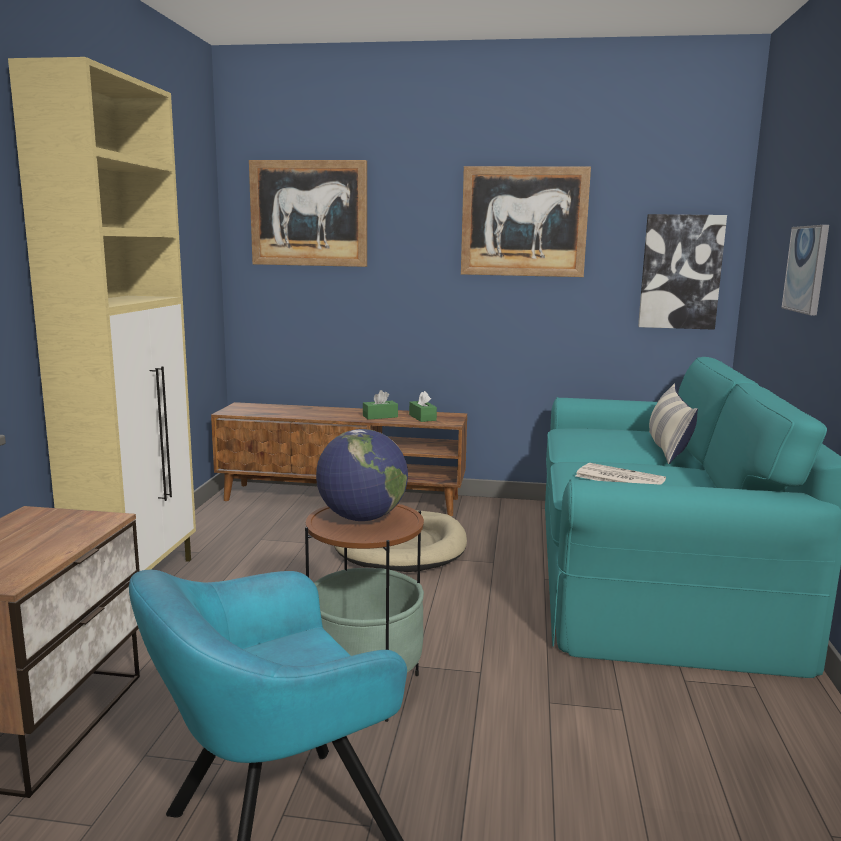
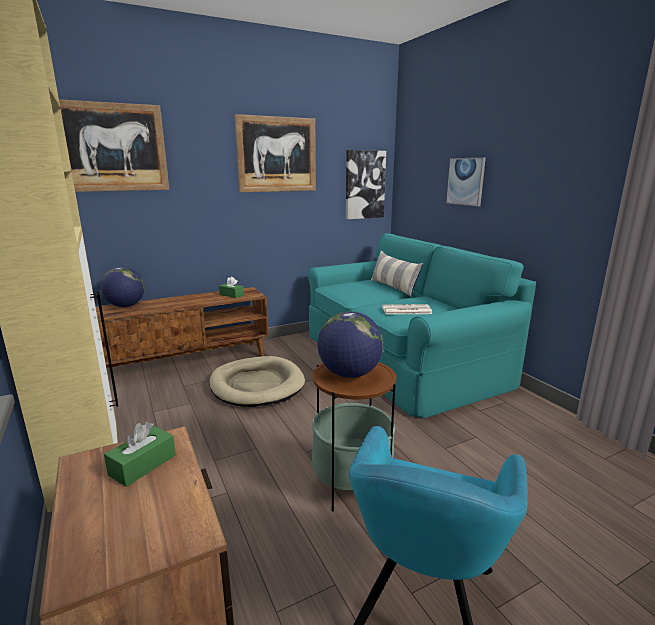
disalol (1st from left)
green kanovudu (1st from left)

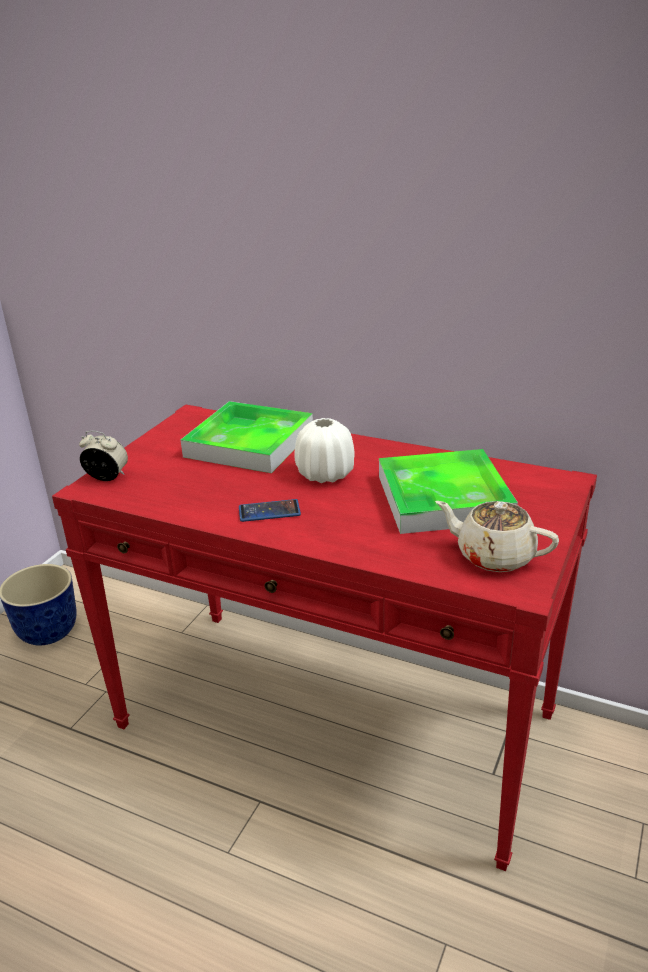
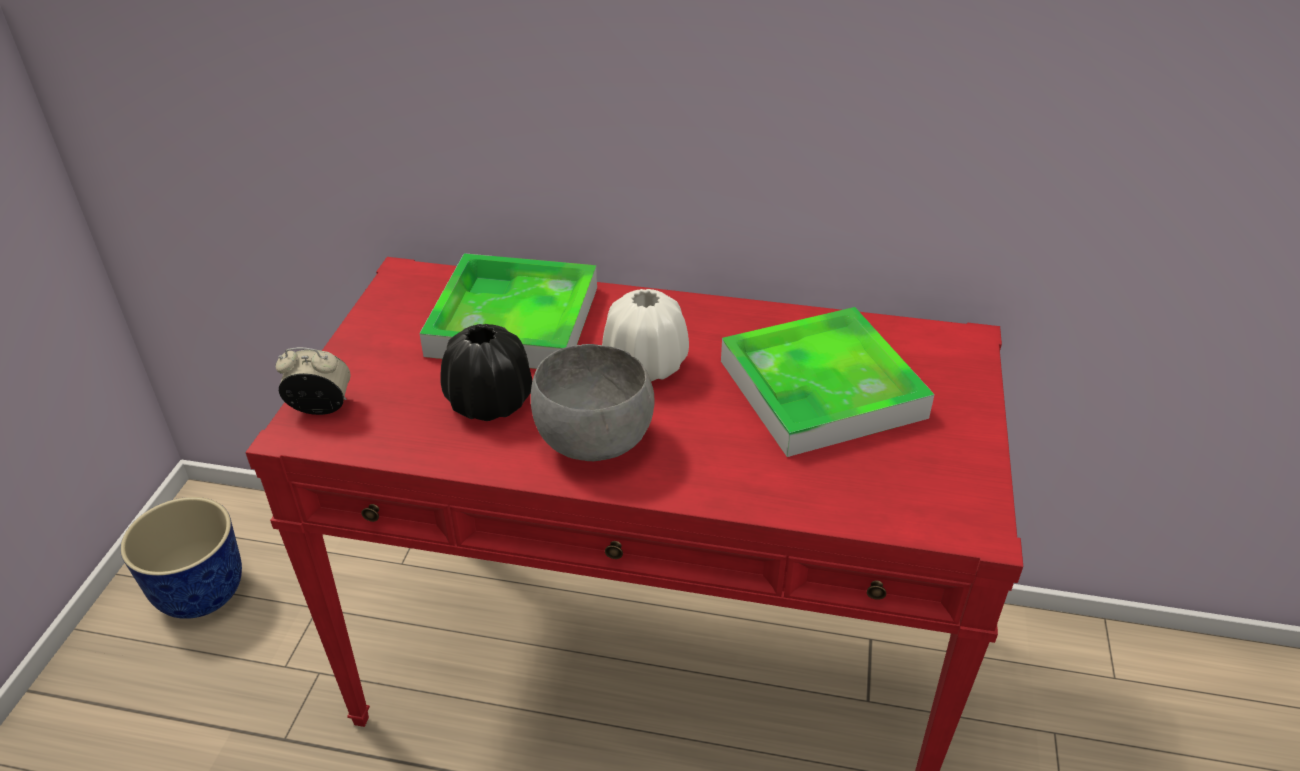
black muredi
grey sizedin
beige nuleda

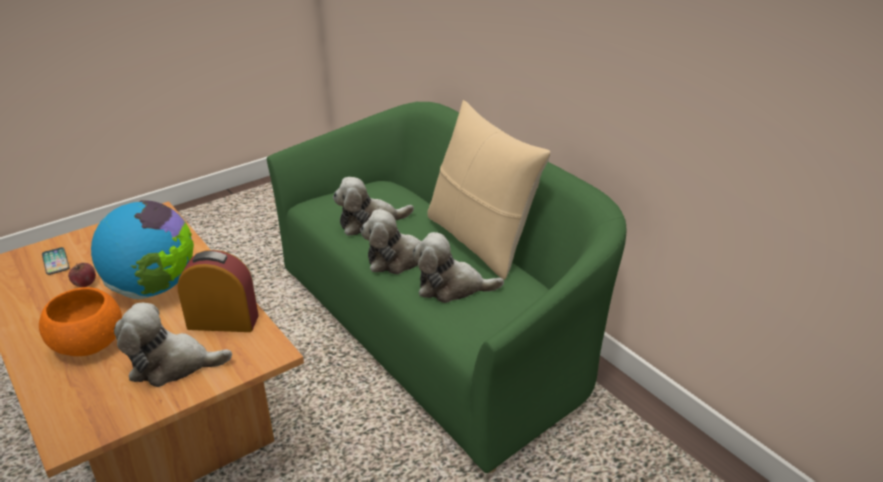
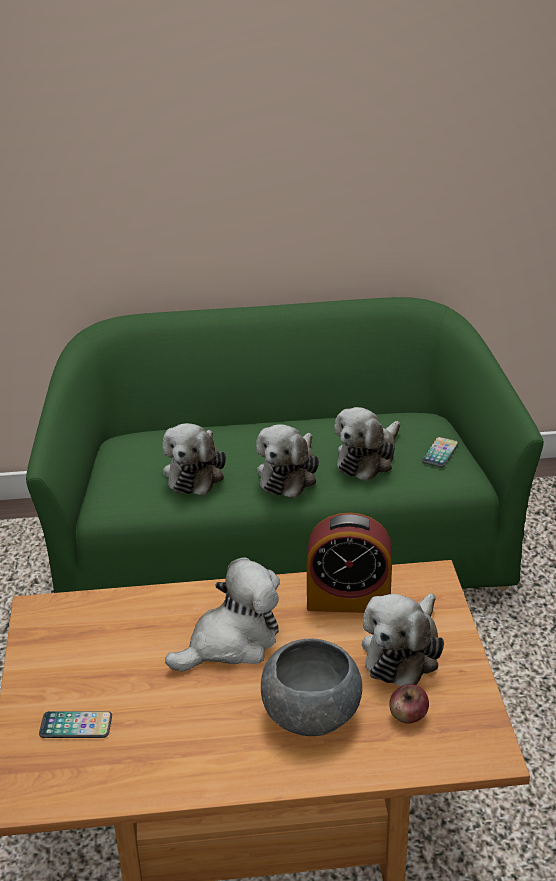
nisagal (2nd from left)
grey sizedin
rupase
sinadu
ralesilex (2nd from left)
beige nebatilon

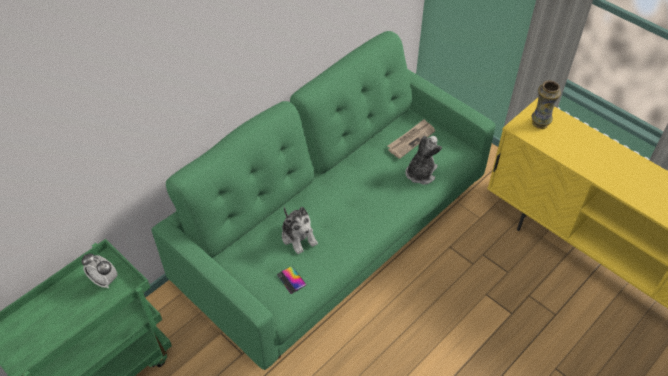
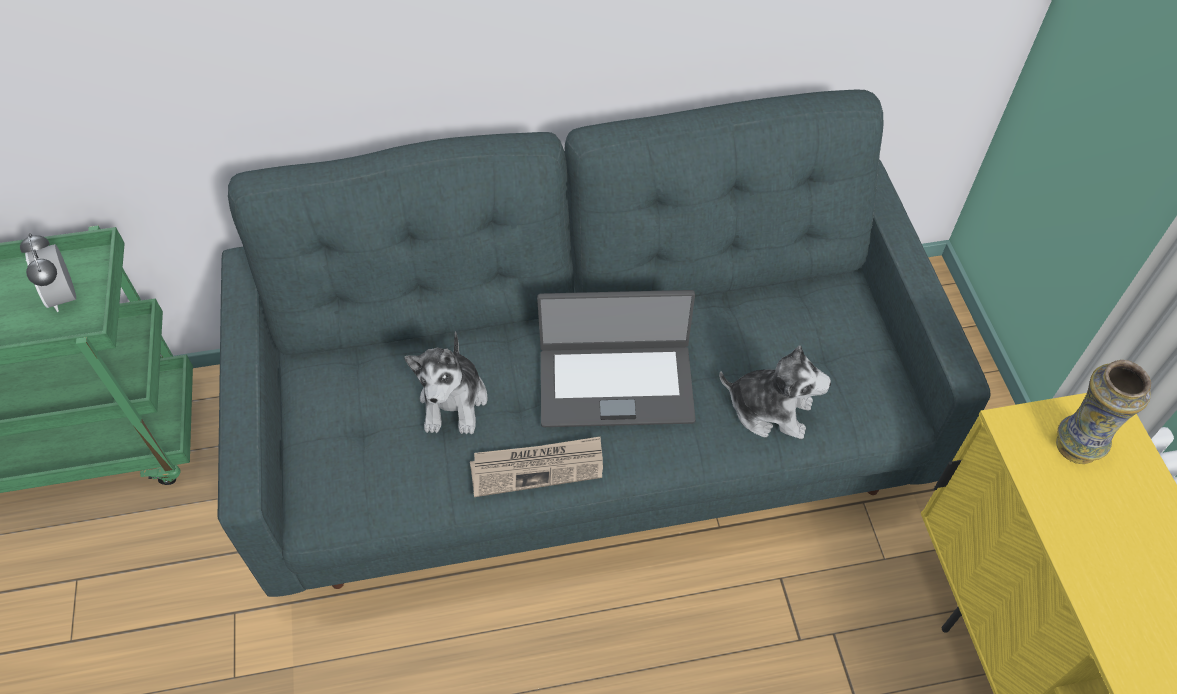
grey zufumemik
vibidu
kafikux
nisagal (2nd from left)
ralesilex

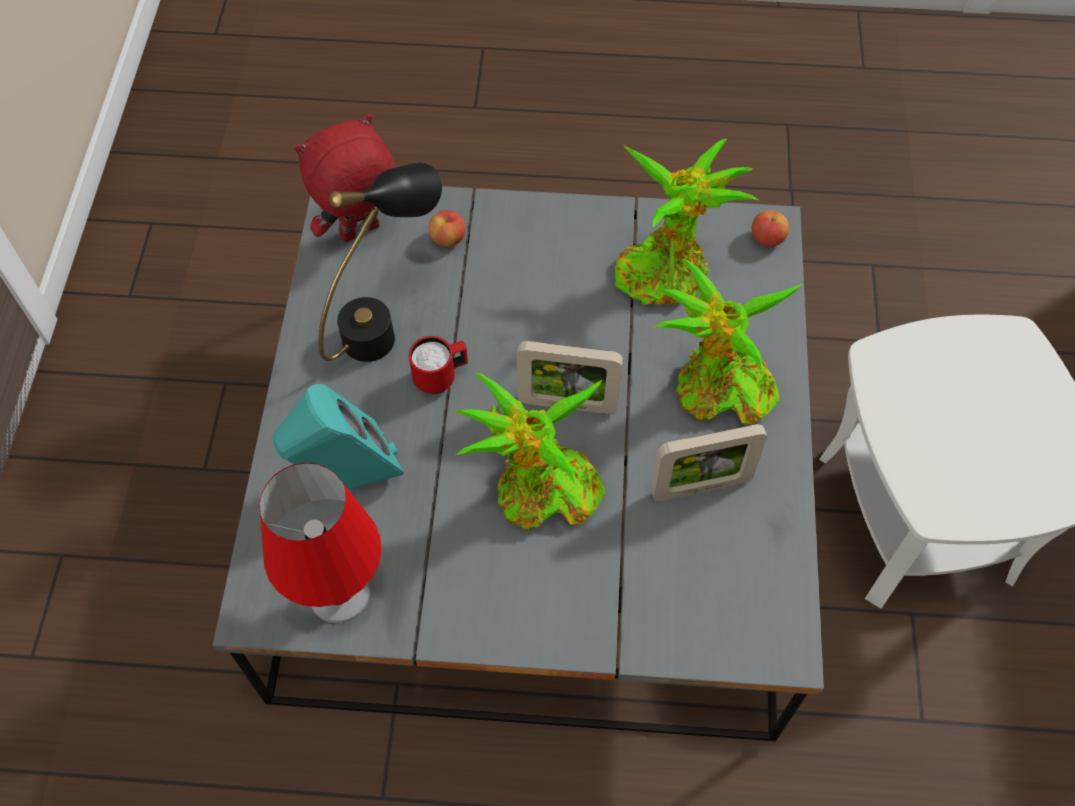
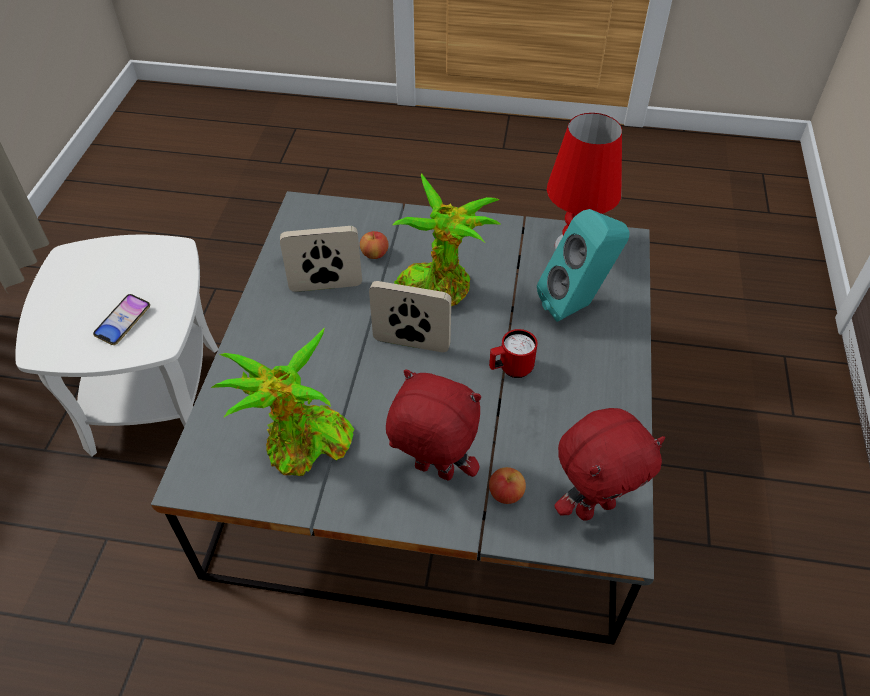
ralesilex
sinadu (1st from left)
red nisagal (1st from left)
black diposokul
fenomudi (3rd from left in the first image)

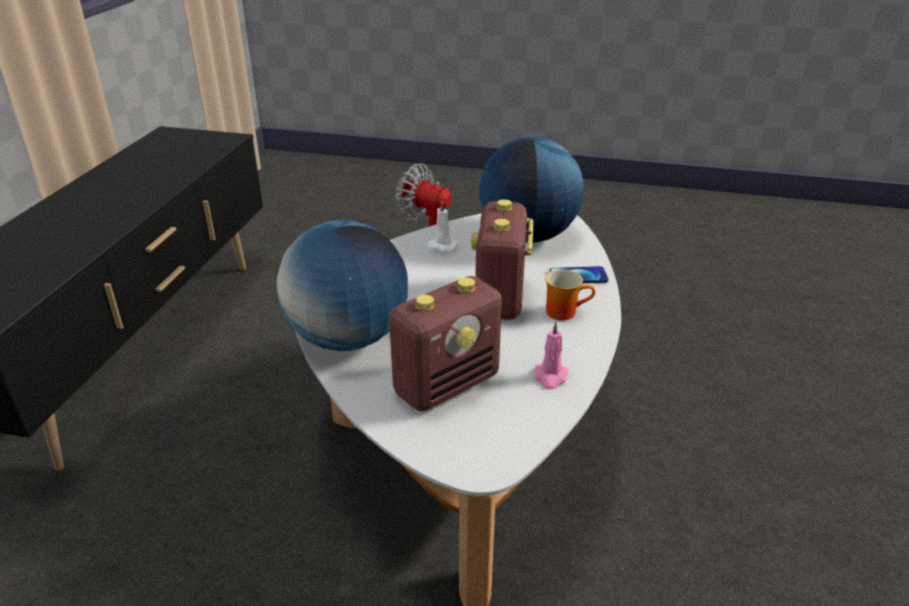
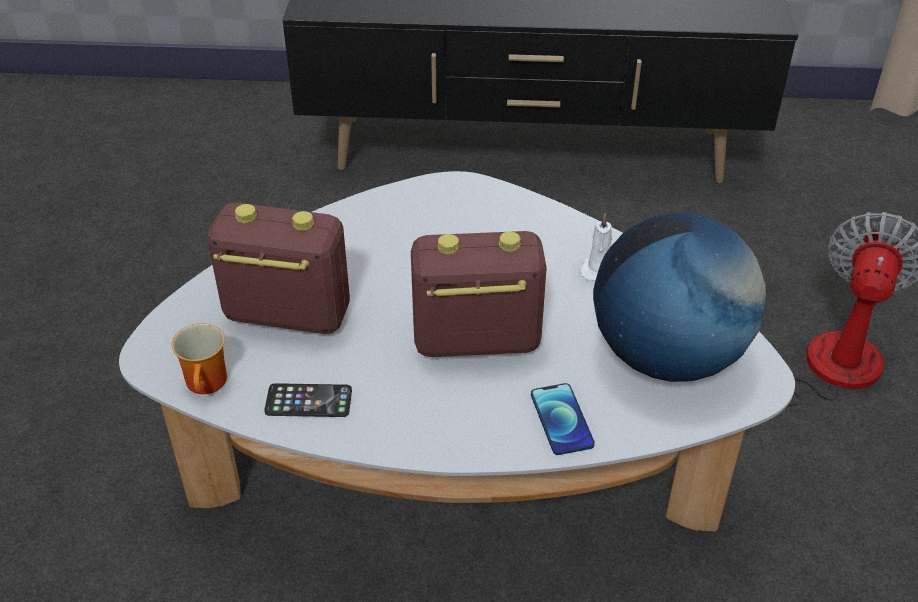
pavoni
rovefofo (1st from left)
ralesilex (1st from left)
disalol (1st from left in the first image)

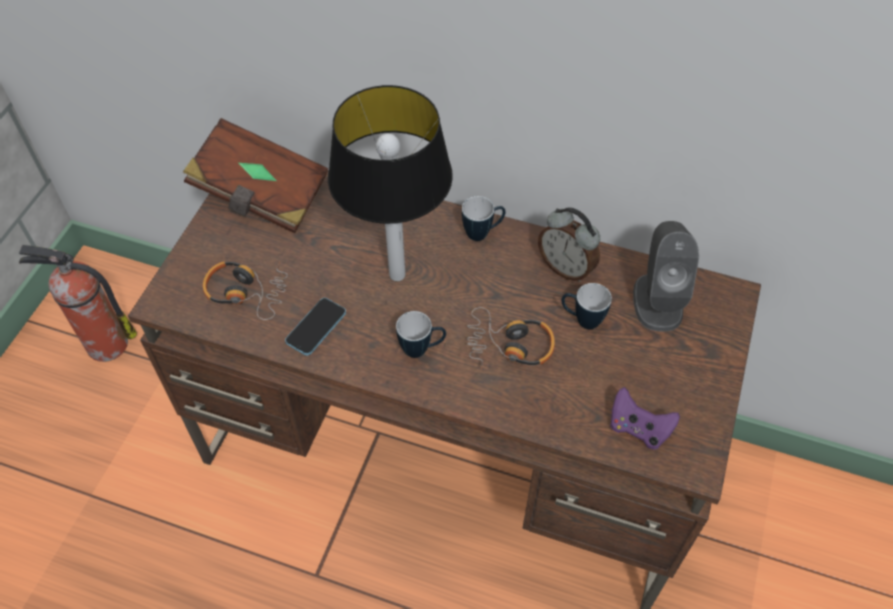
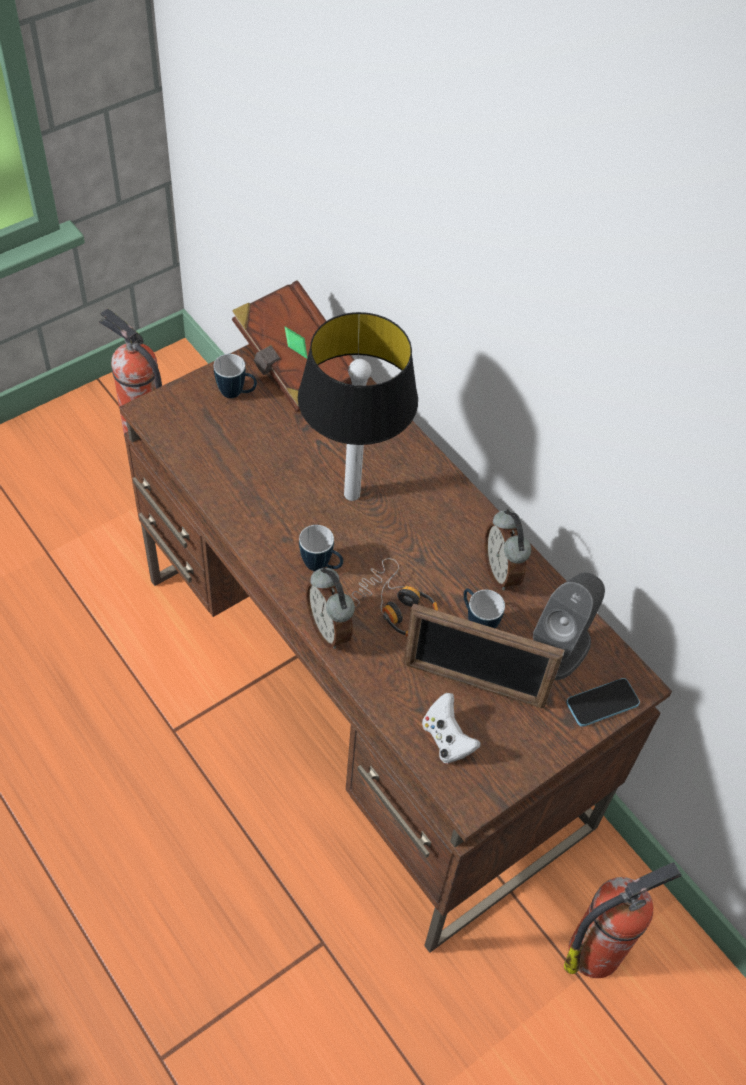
pavoni (1st from left)
rupase (1st from left)
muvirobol
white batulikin
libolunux (2nd from left)
ralesilex
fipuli (1st from left in the first image)

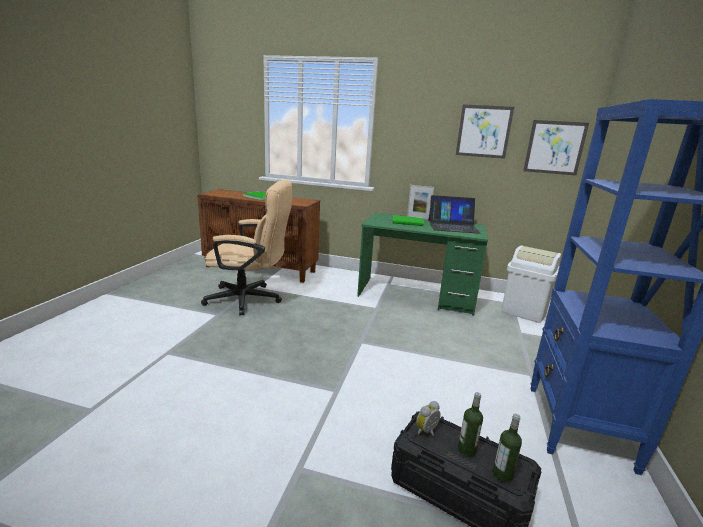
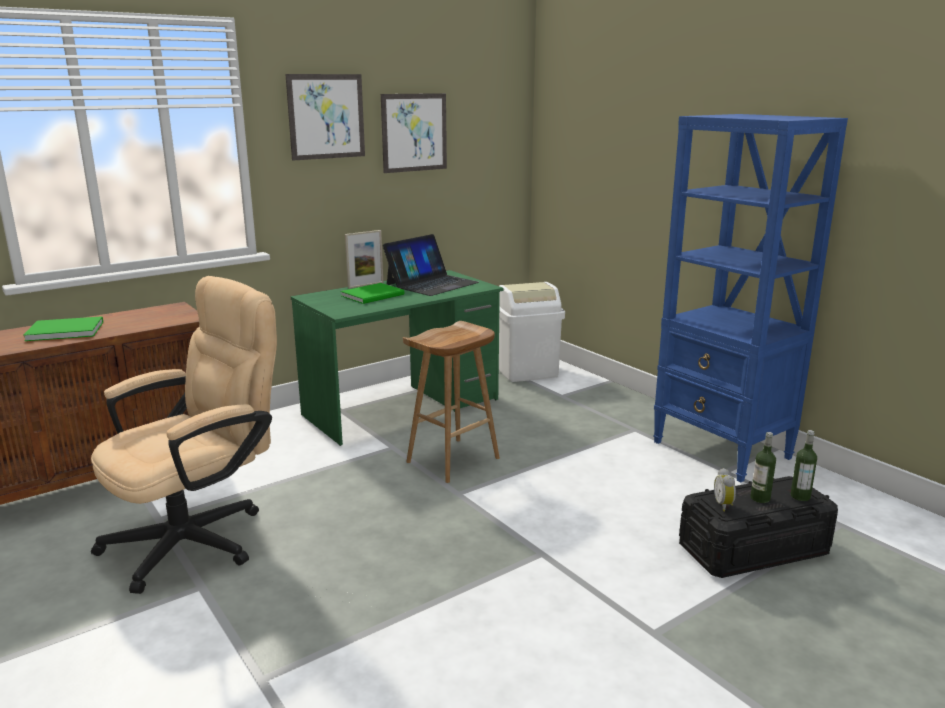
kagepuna (1st from left)
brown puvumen

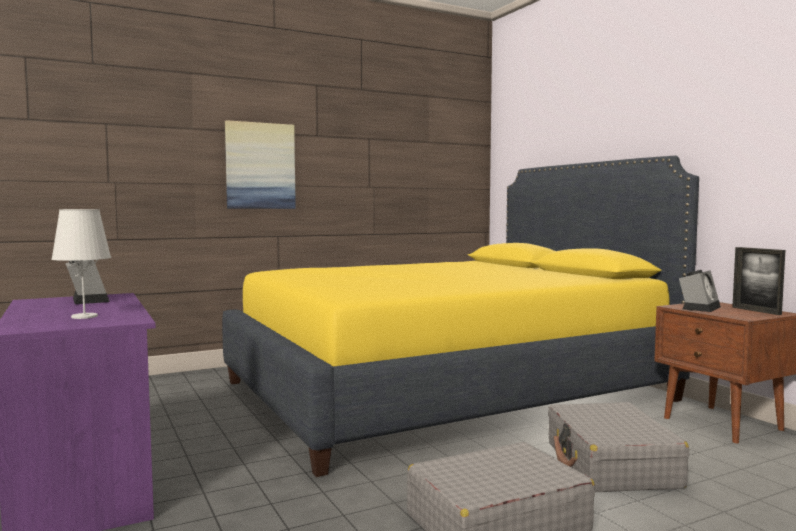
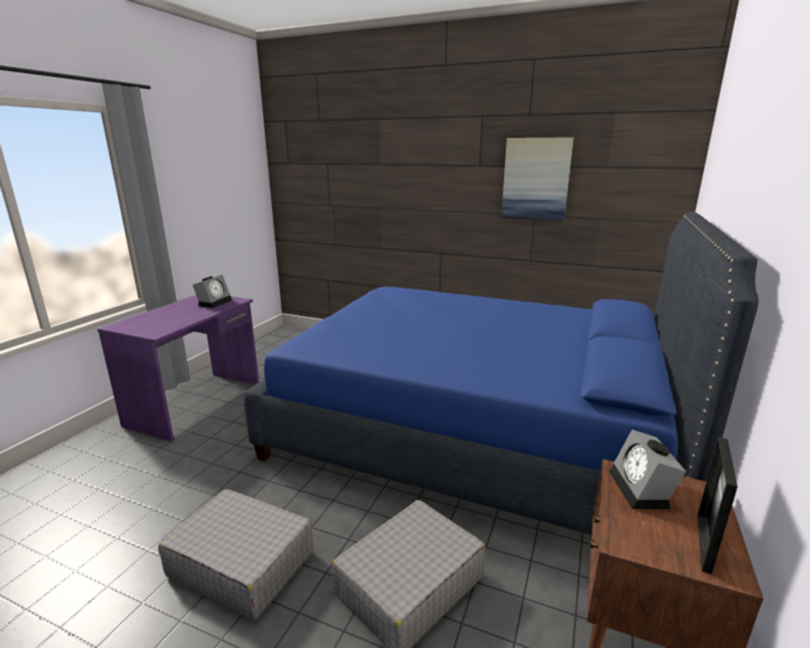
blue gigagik
kagepuna
rupase (2nd from left)
white diposokul

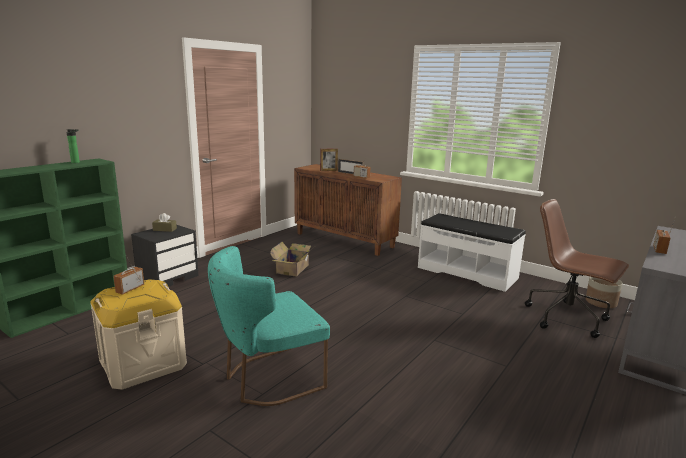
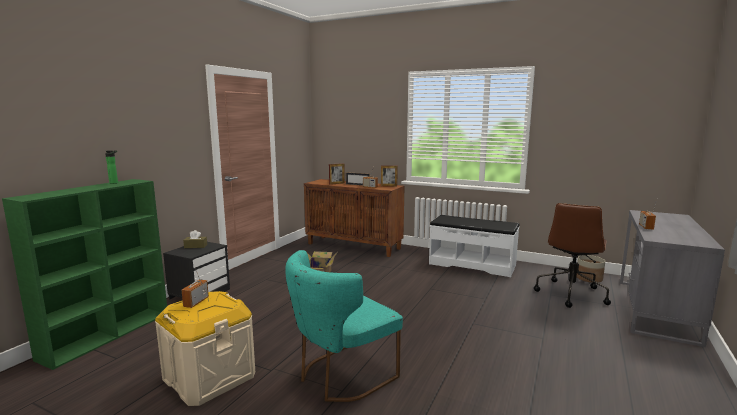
muvirobol (3rd from left)
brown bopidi

